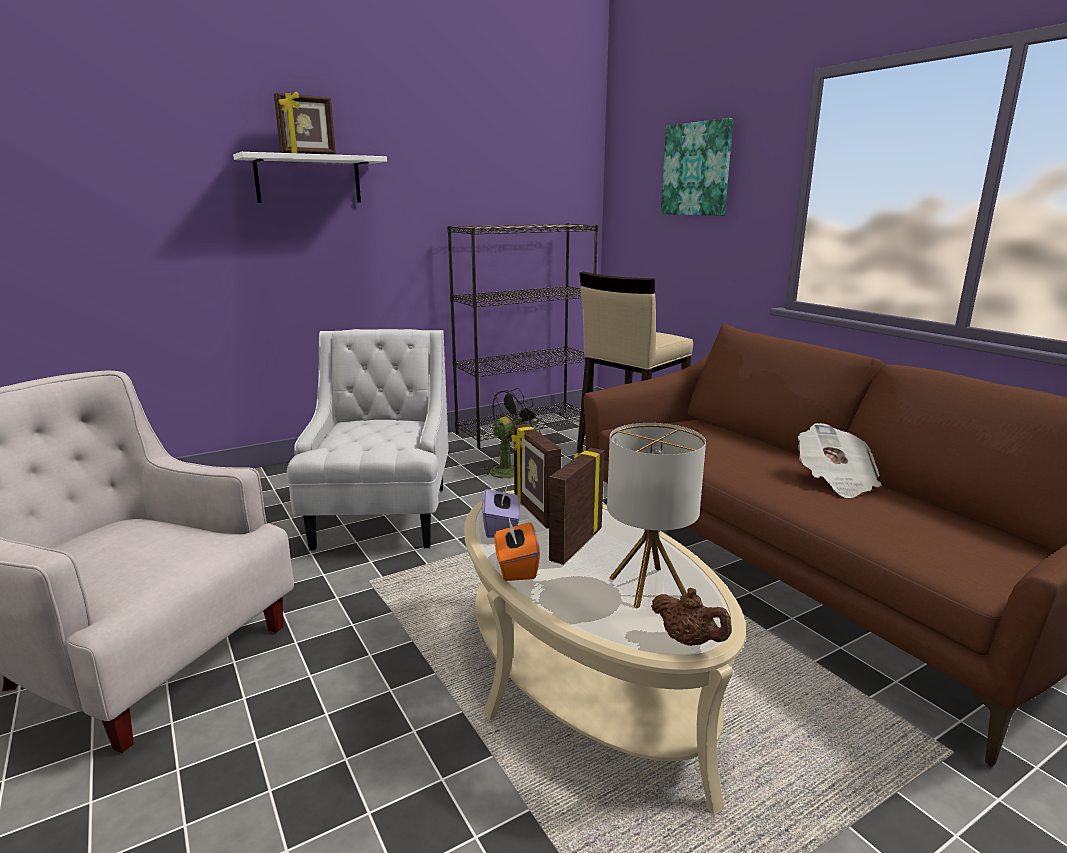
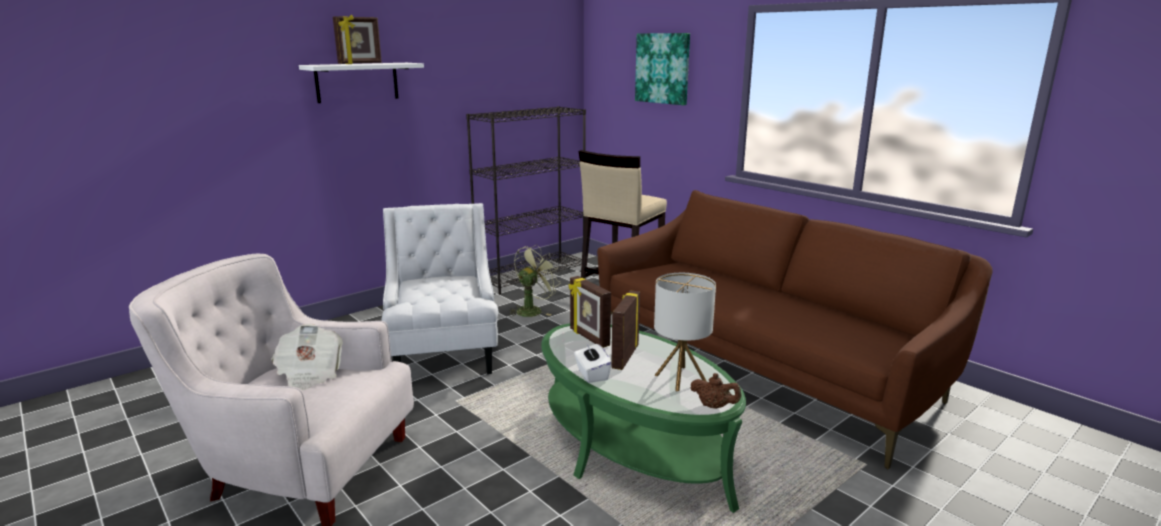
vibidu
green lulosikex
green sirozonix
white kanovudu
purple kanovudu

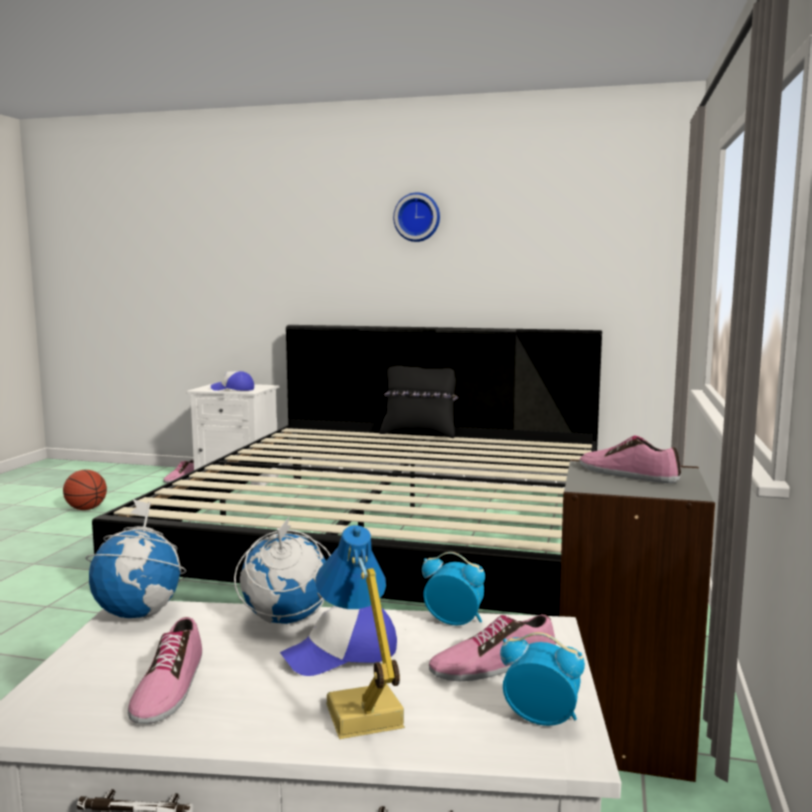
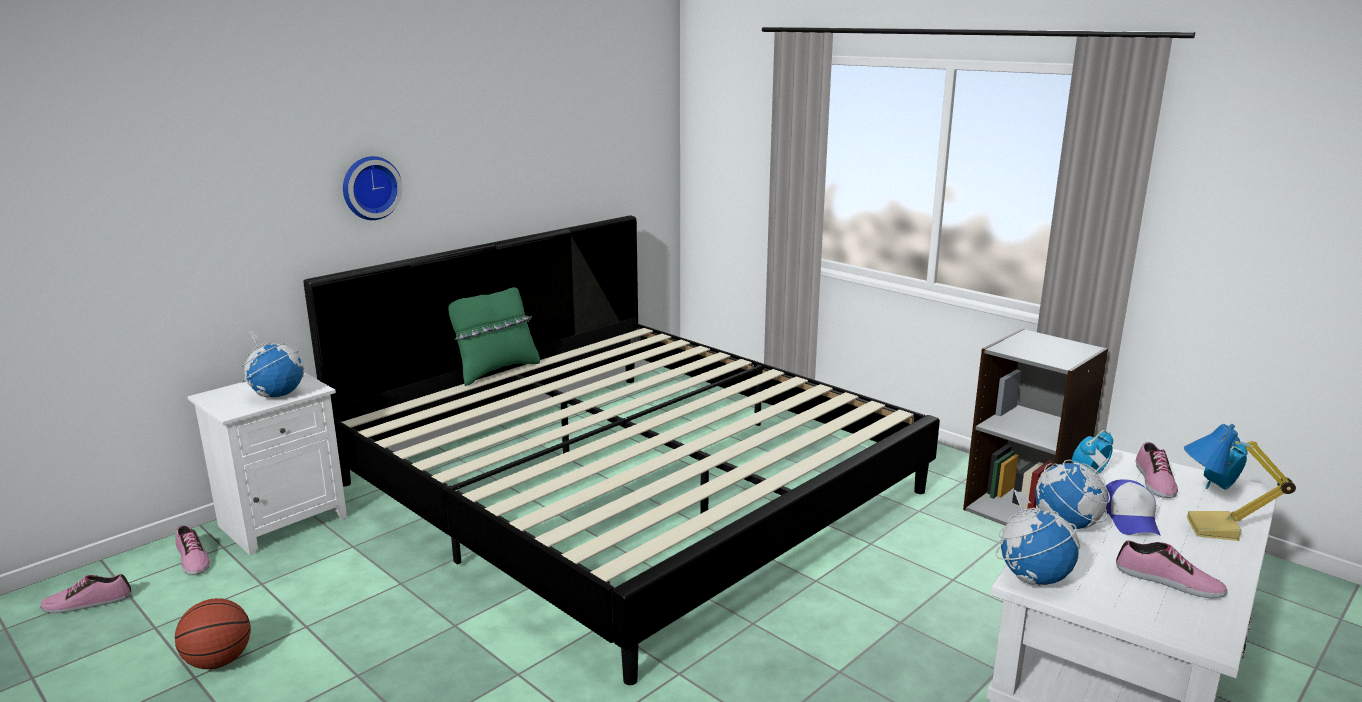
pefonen (1st from left)
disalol (1st from left)
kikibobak
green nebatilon

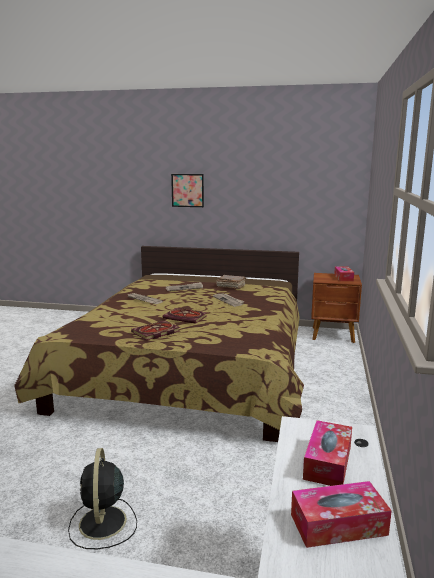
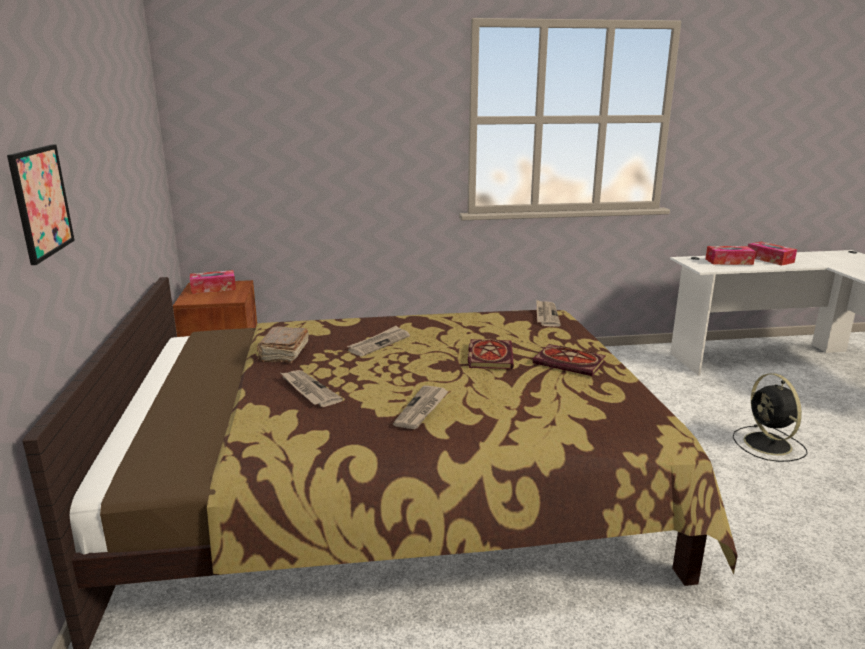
vibidu (4th from left)
black lulosikex

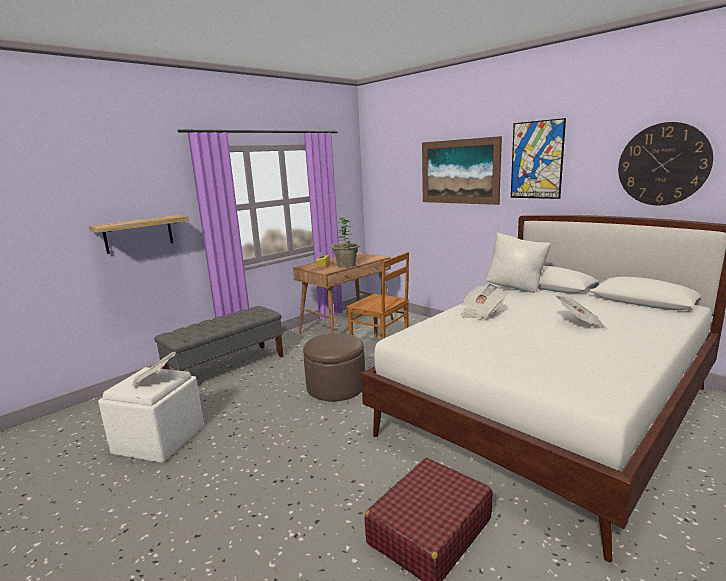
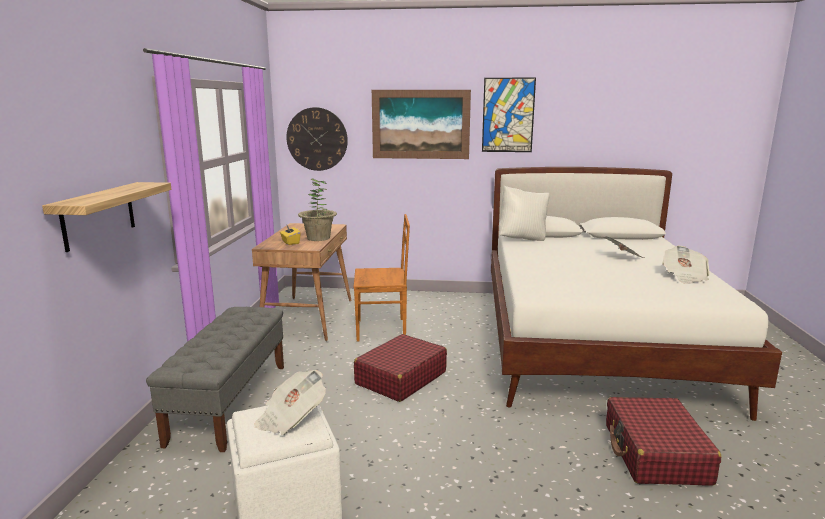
kikibobak
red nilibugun (1st from left)
vibidu (3rd from left)

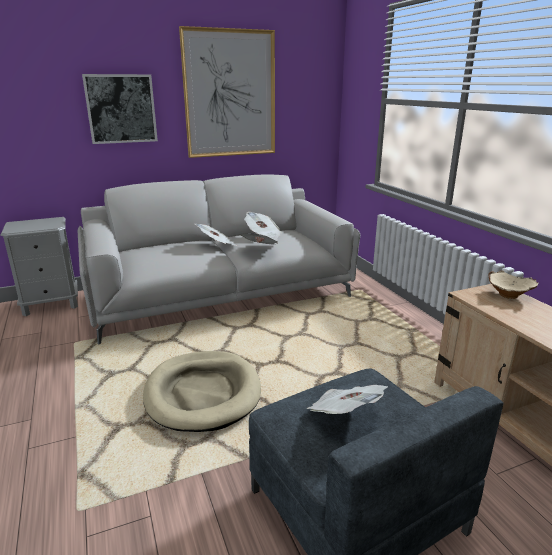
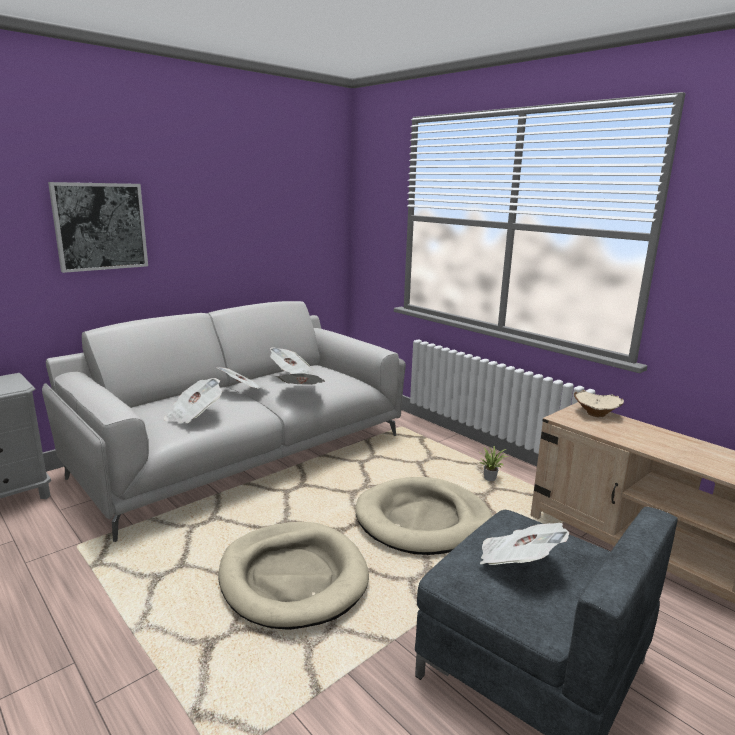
vibidu (1st from left)
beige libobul (2nd from left)
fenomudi
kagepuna (2nd from left in the first image)

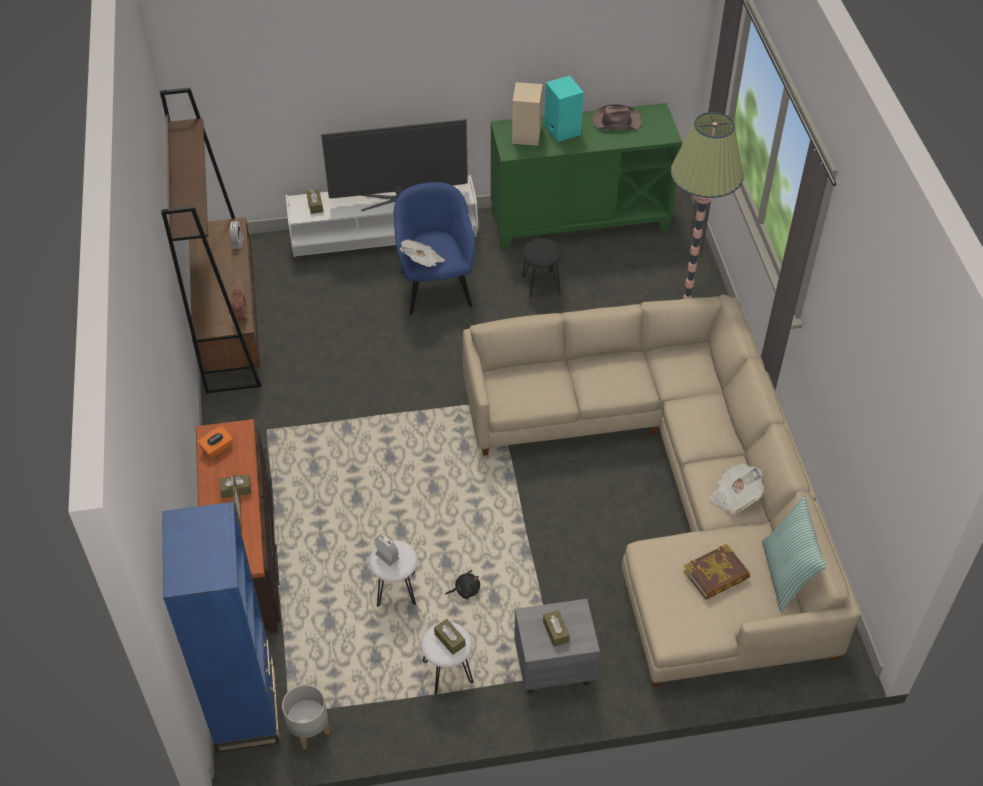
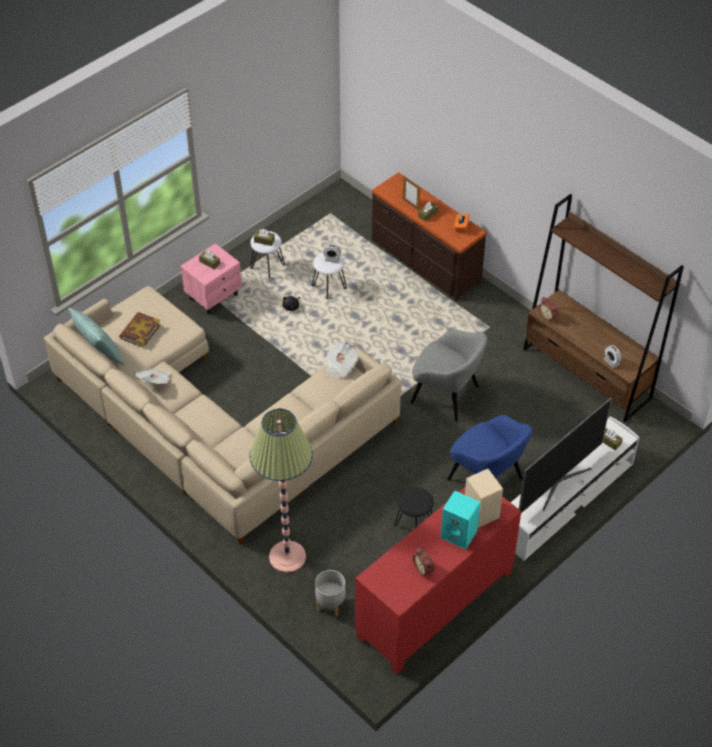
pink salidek
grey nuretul
vibidu (2nd from left)
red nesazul
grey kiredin
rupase (2nd from left)
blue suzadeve

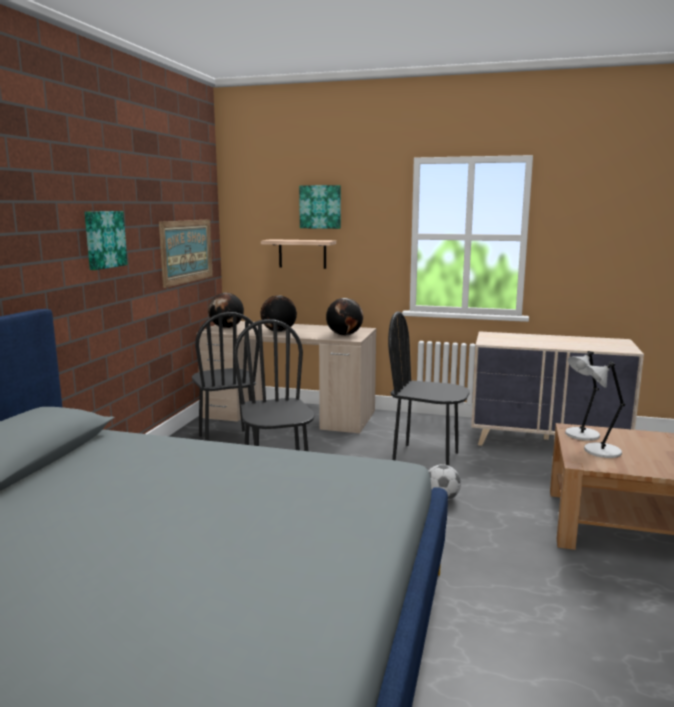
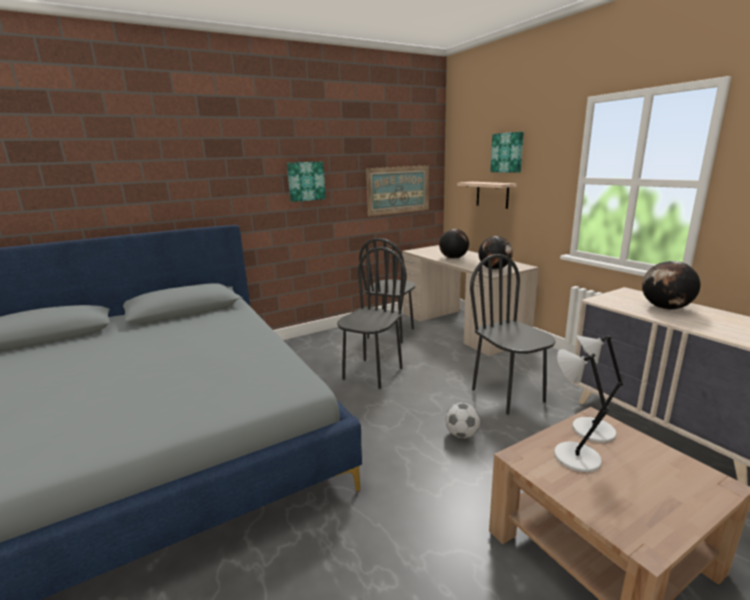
disalol (3rd from left)

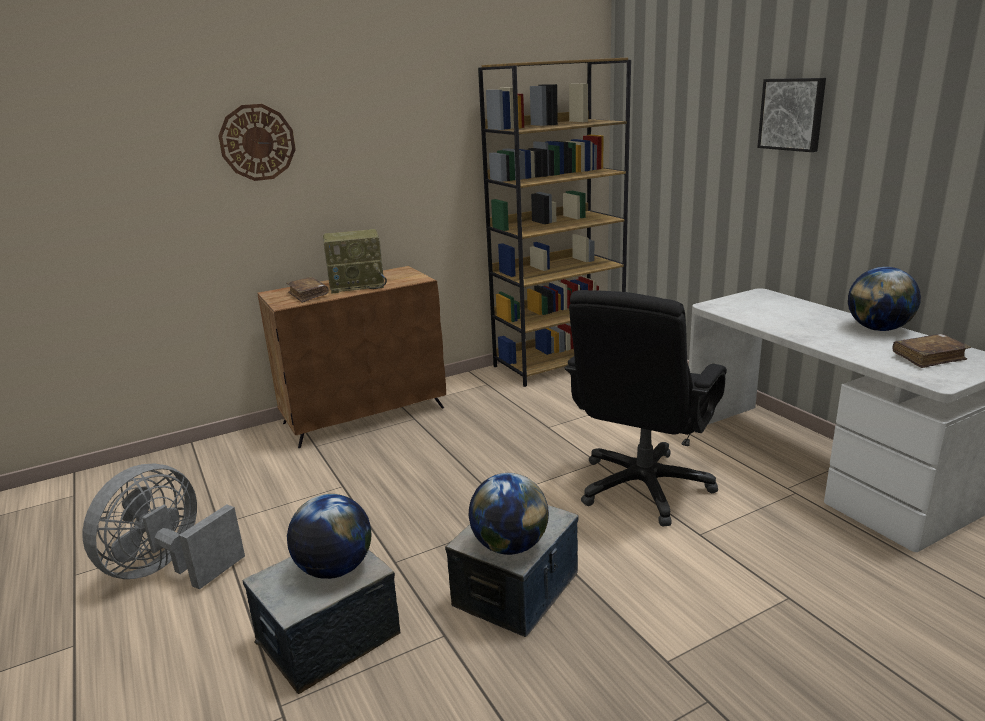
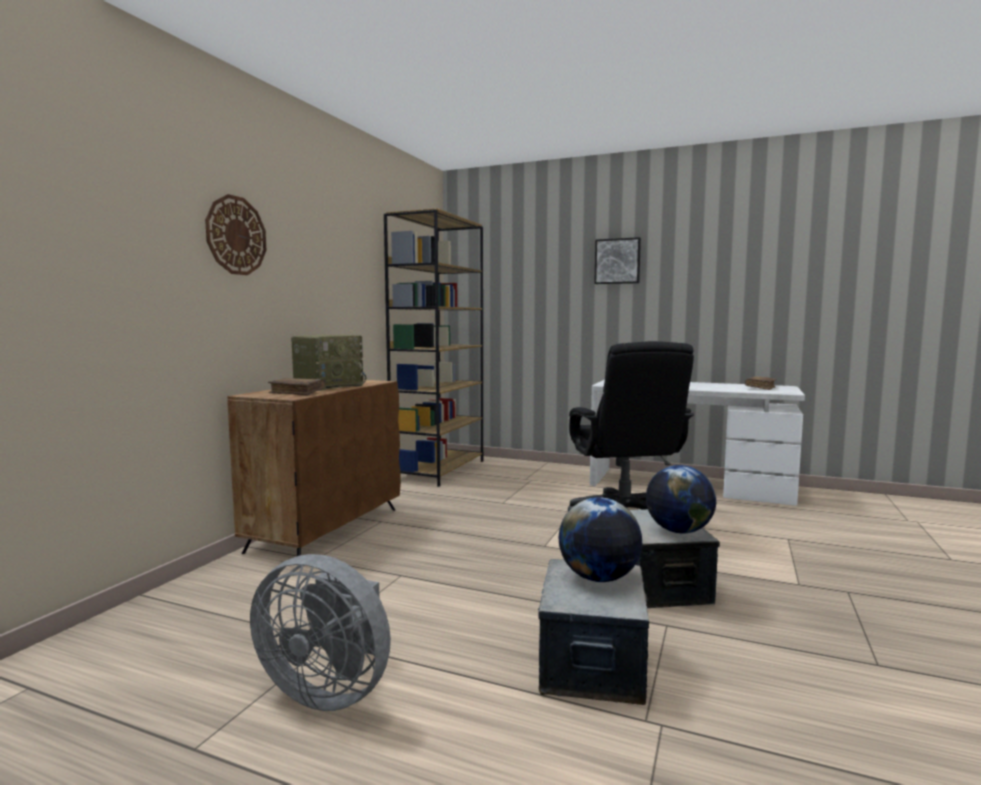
grey lulosikex
disalol (3rd from left in the first image)

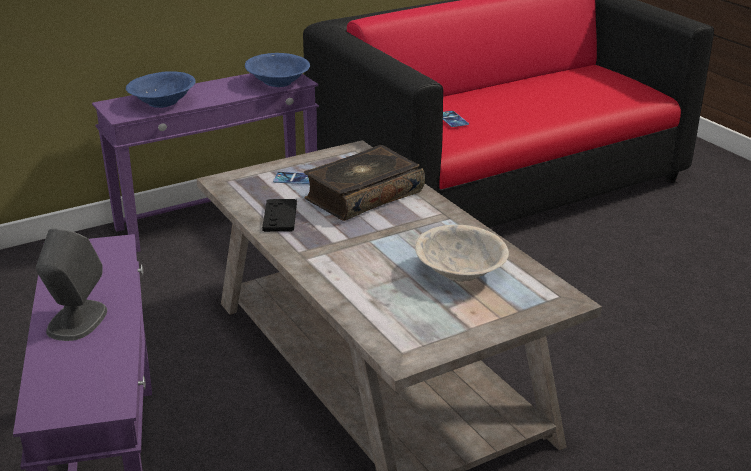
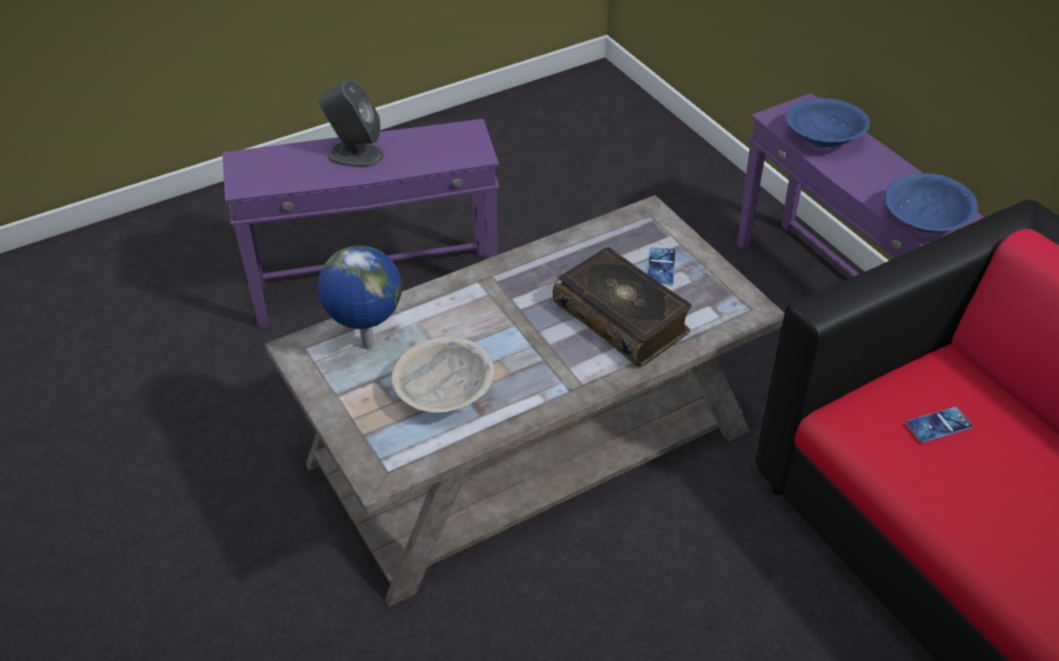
disalol
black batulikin

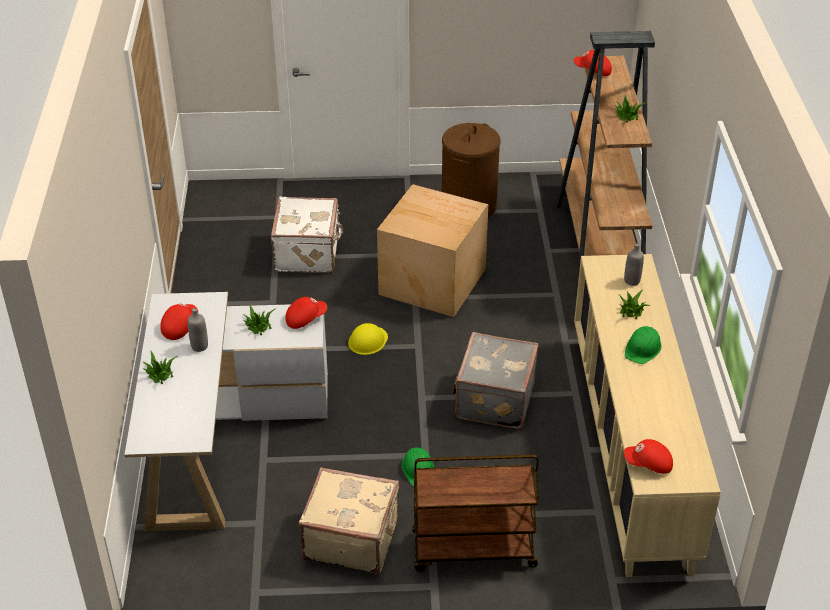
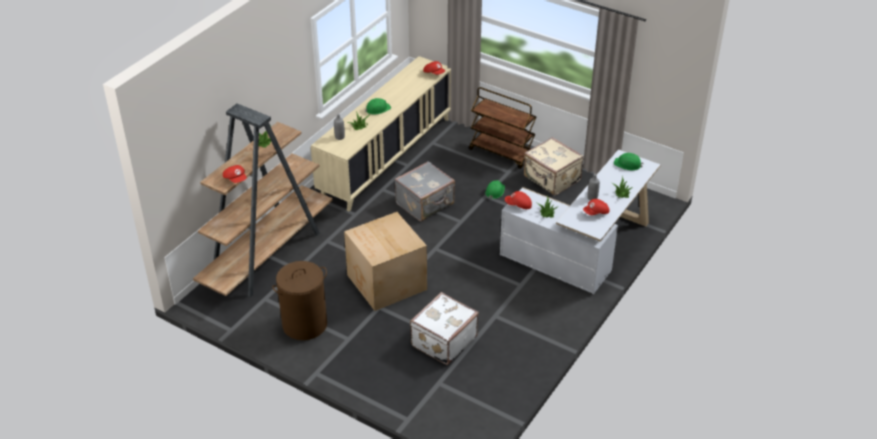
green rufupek (3rd from left)
yellow rufupek

